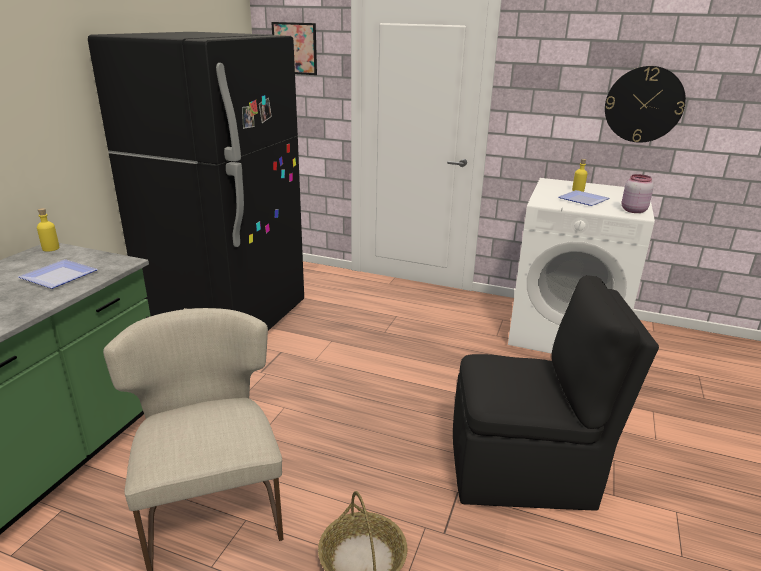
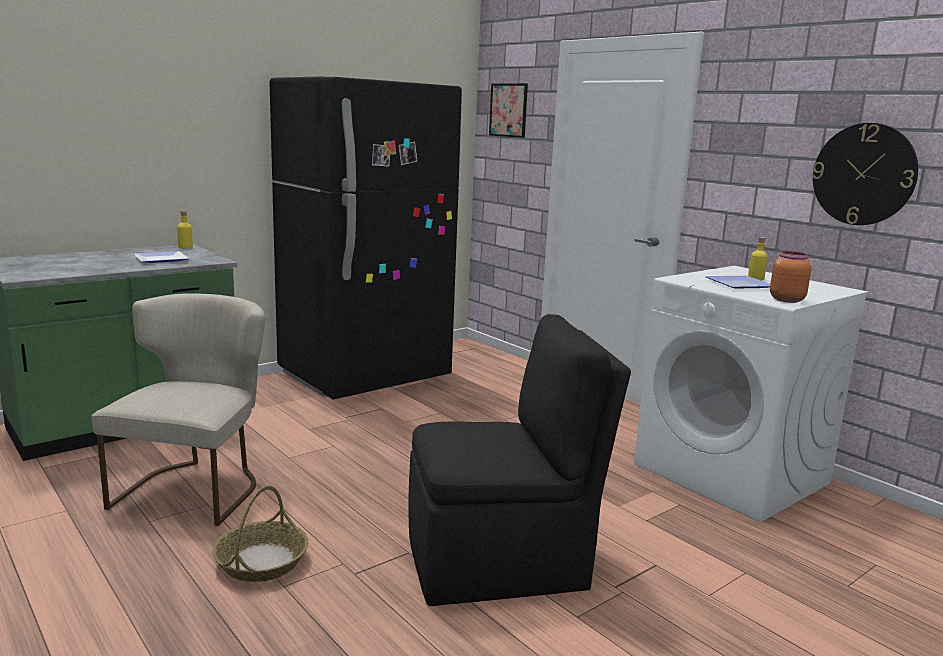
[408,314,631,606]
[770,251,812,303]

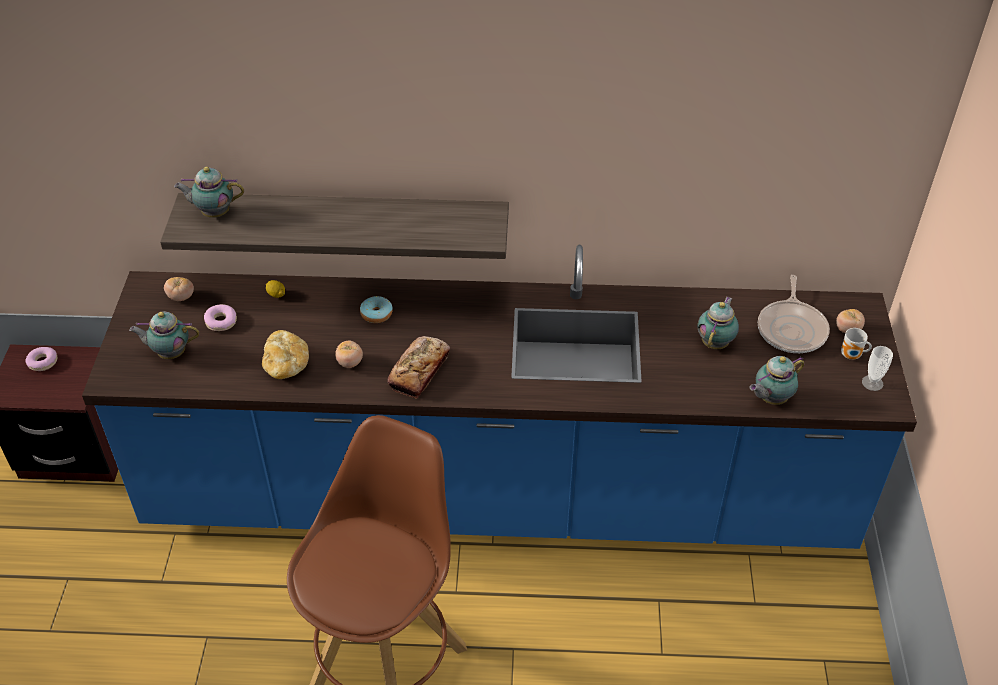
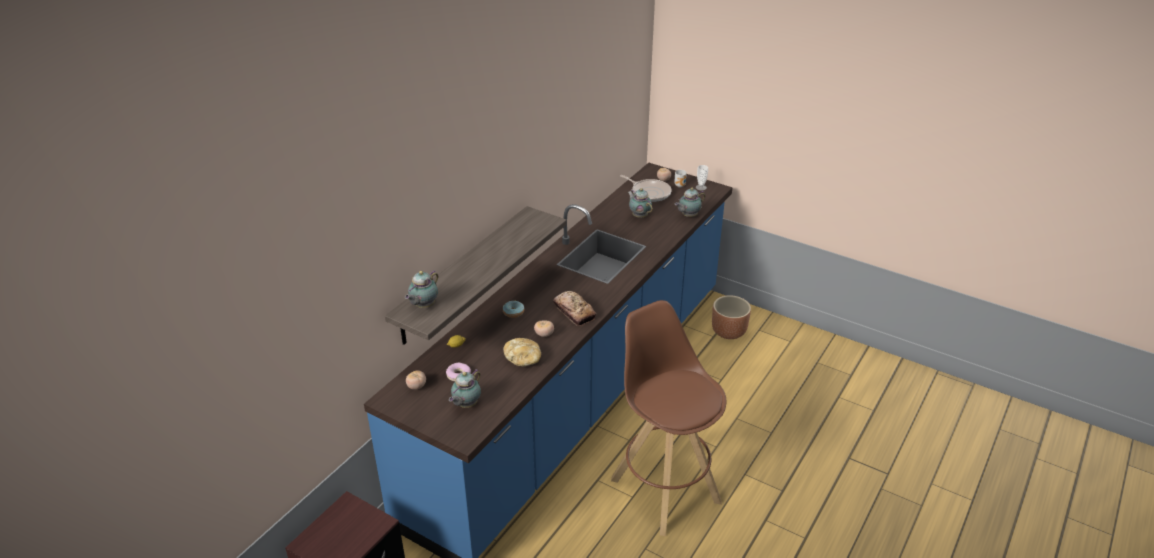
[25,347,57,371] (first image)
[675,188,706,217]
[712,295,751,339]

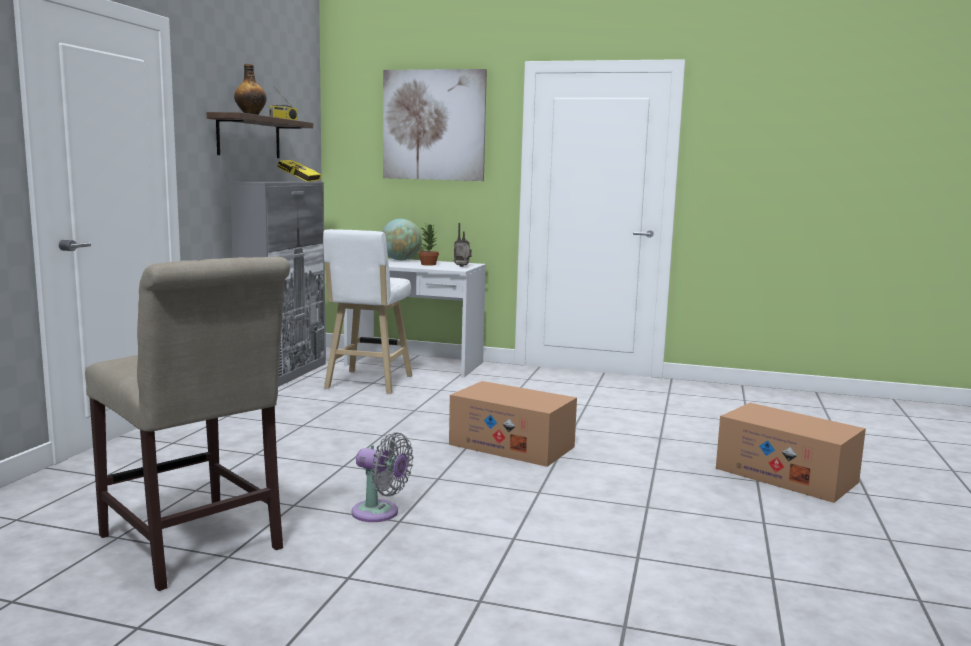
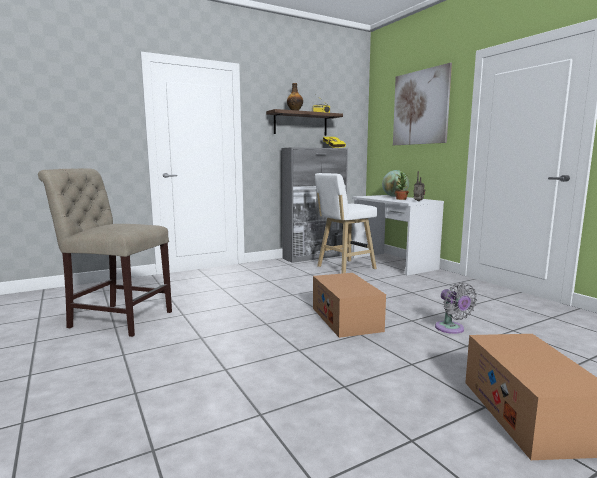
[38,168,172,337]
[435,282,477,334]

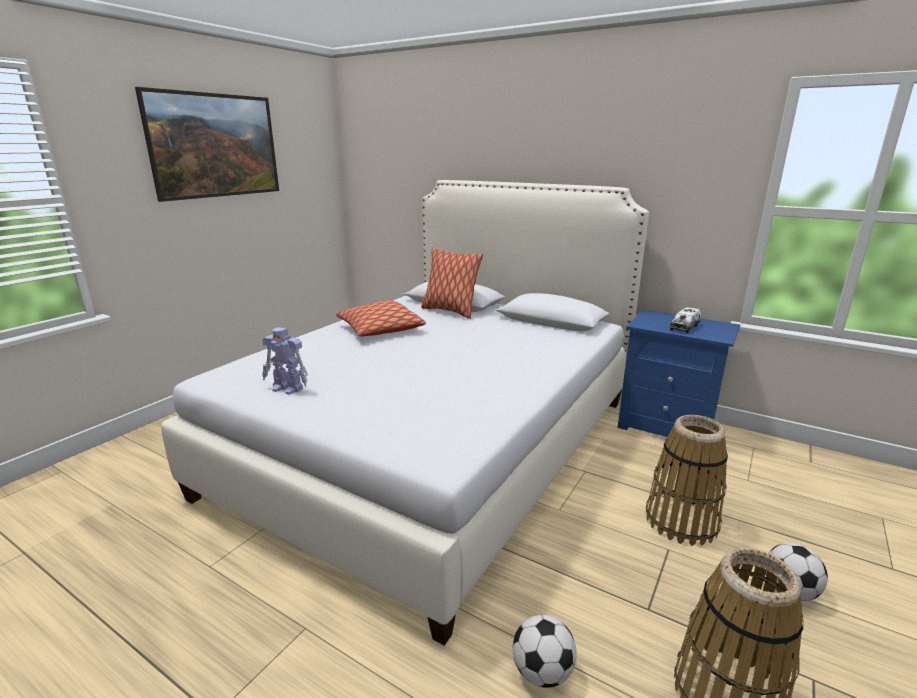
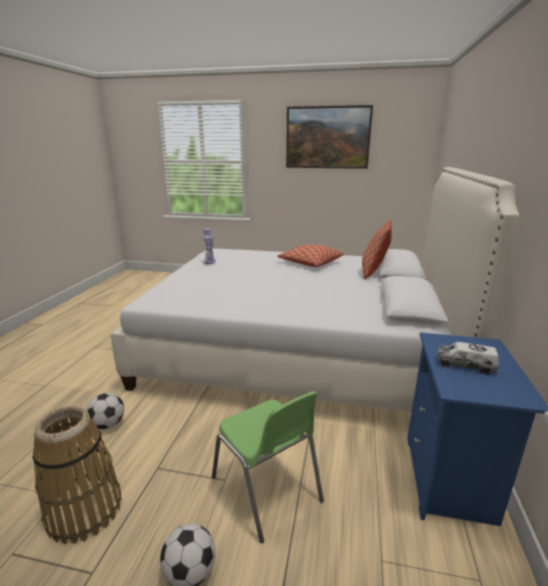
[212,391,324,543]

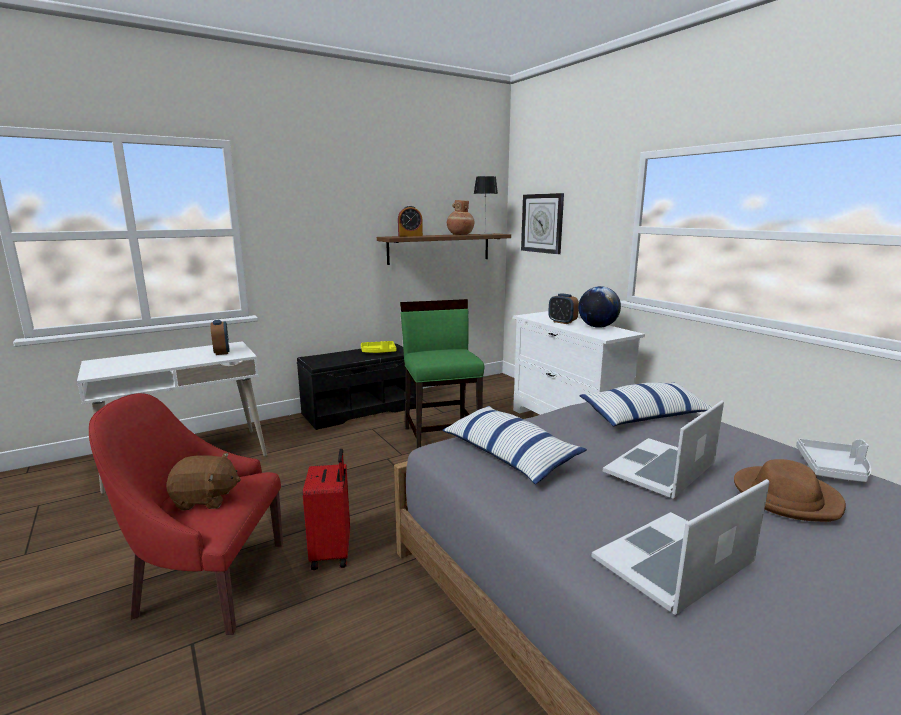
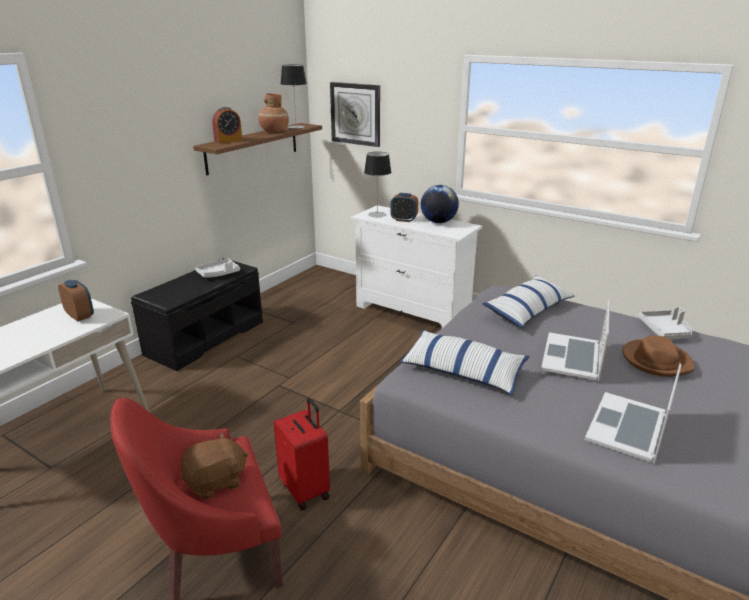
[195,258,240,278]
[400,299,484,448] (first image)
[364,152,391,217]

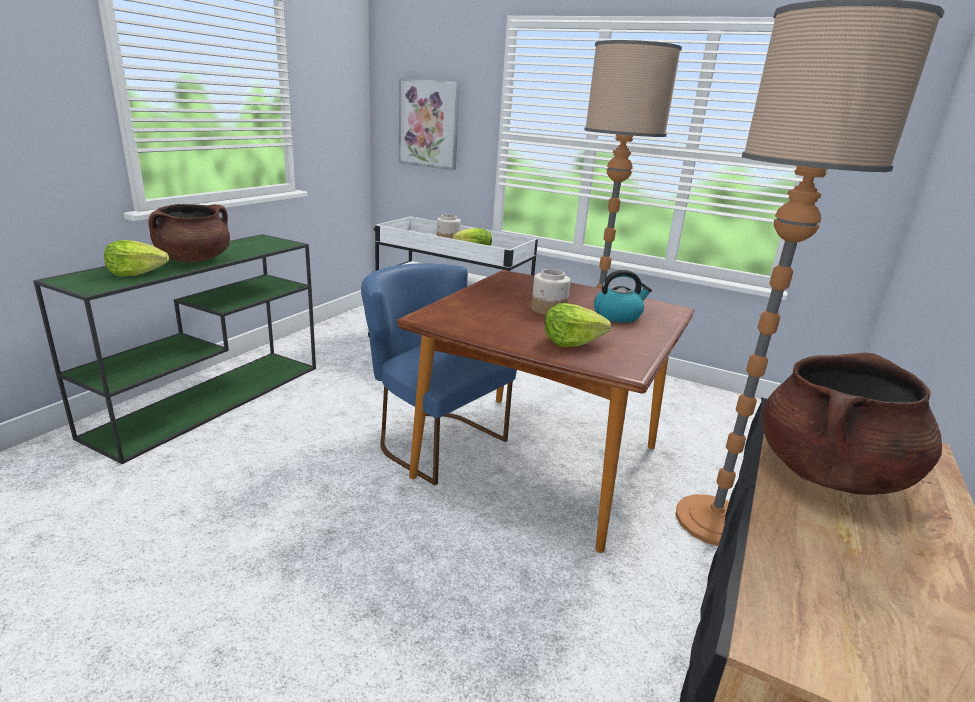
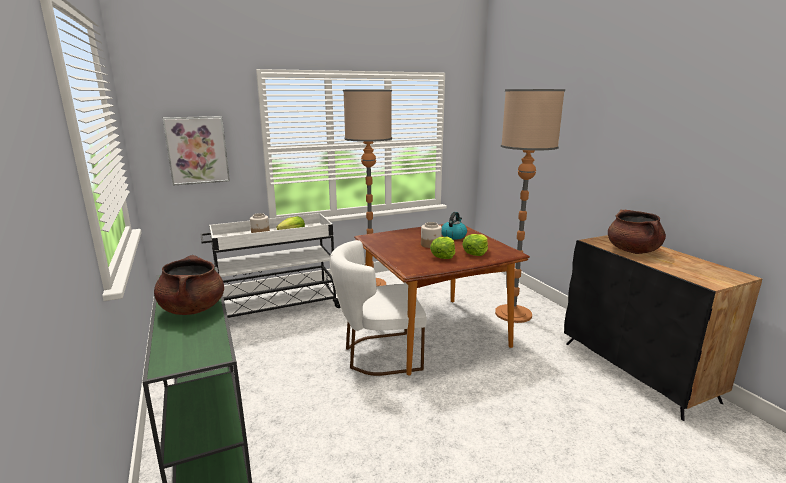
[430,237,456,259]
[330,240,427,376]

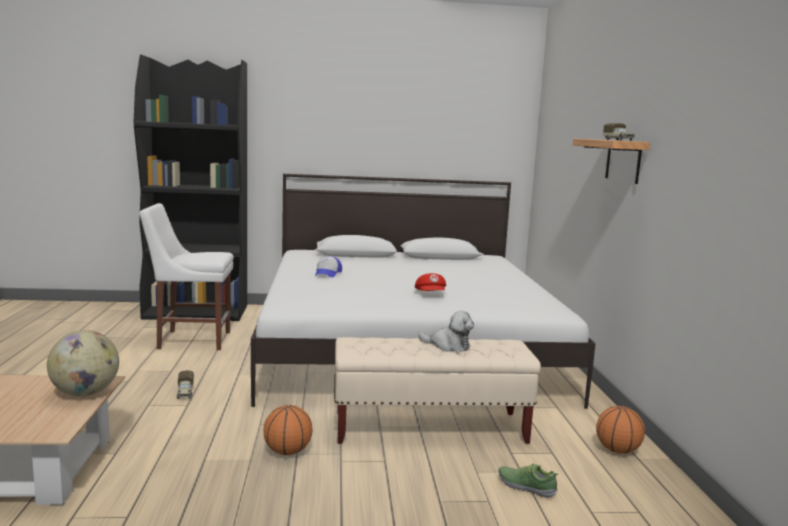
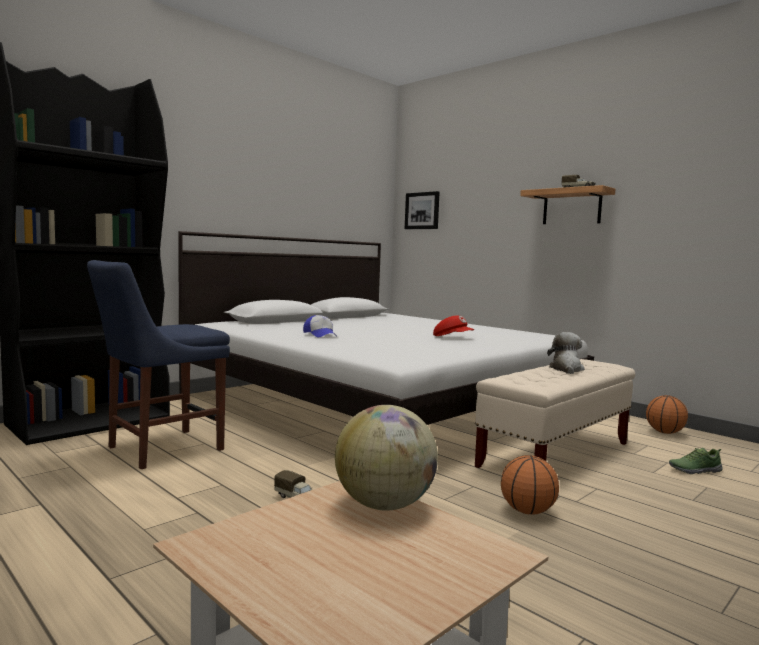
[87,260,230,469]
[547,332,584,374]
[405,191,440,229]

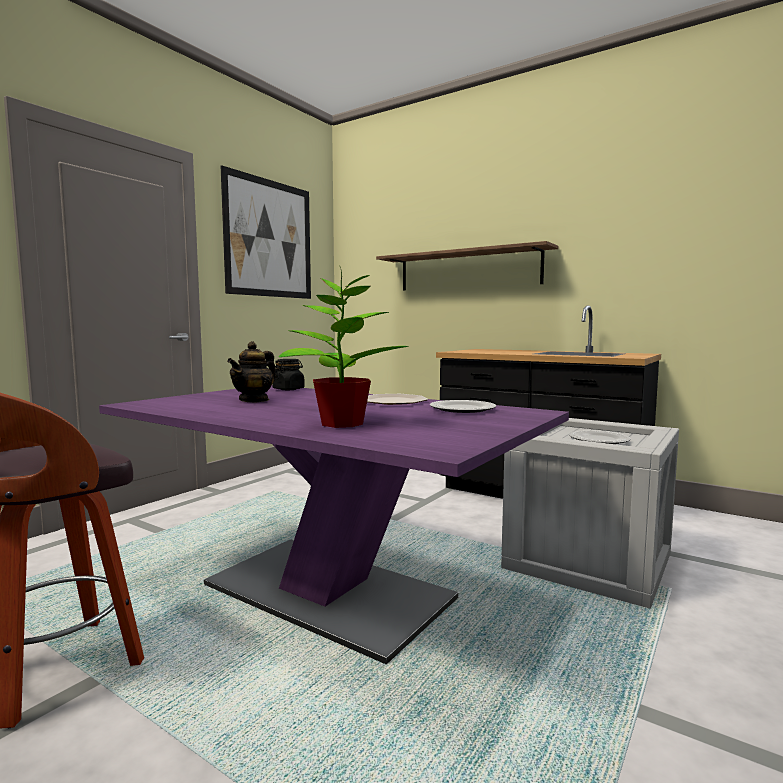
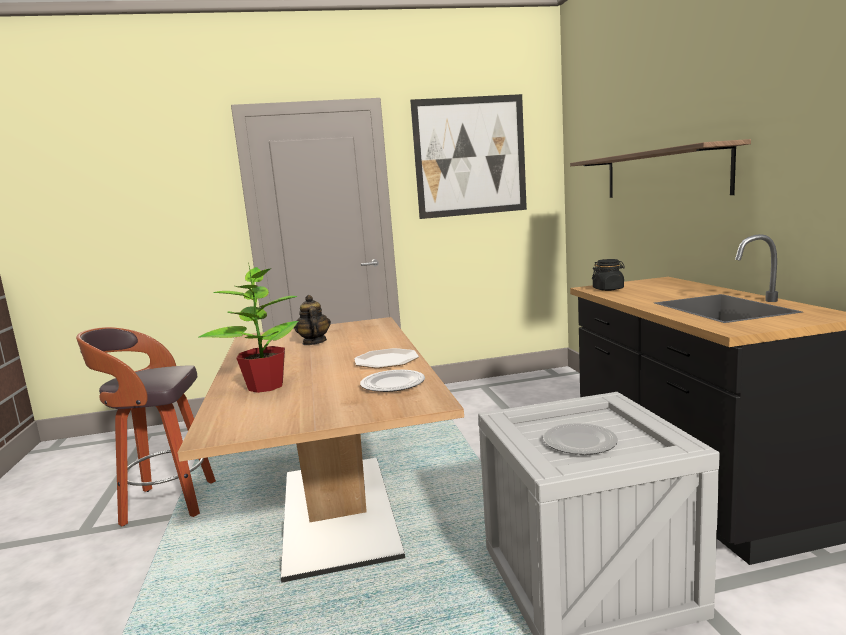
[178,317,464,583]
[294,295,331,345]
[592,259,625,291]

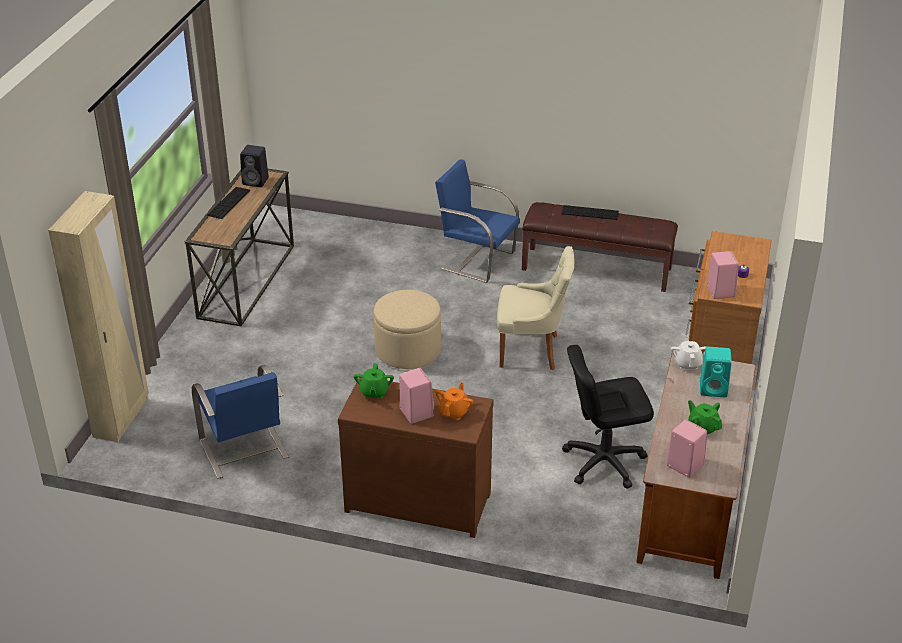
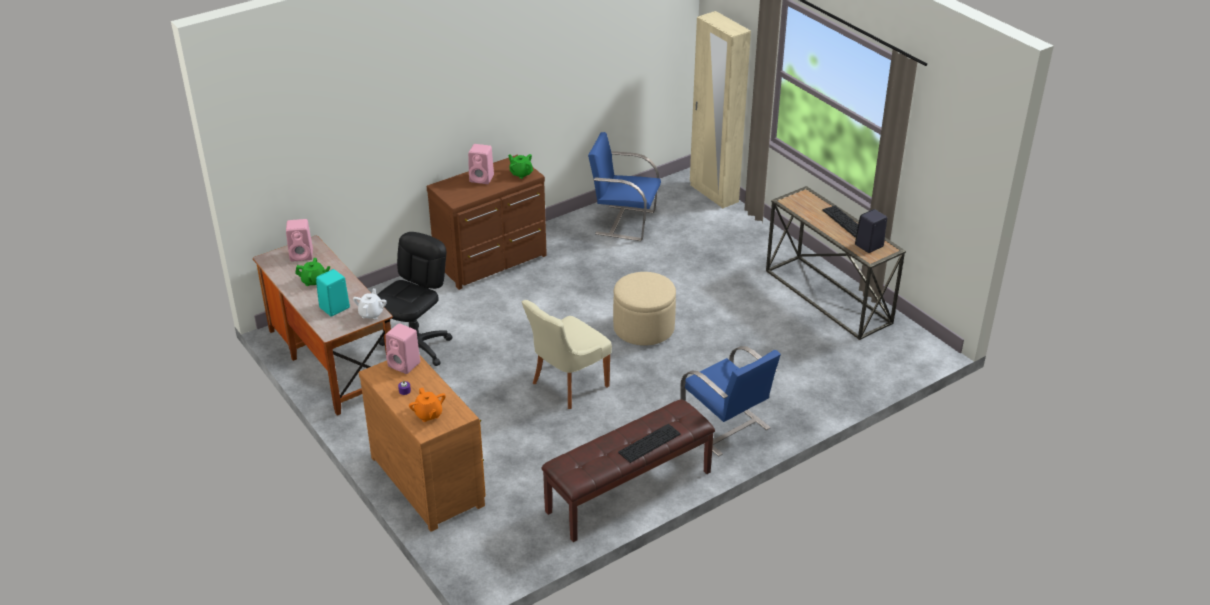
[680,346,781,456]
[409,388,446,422]
[353,288,387,319]

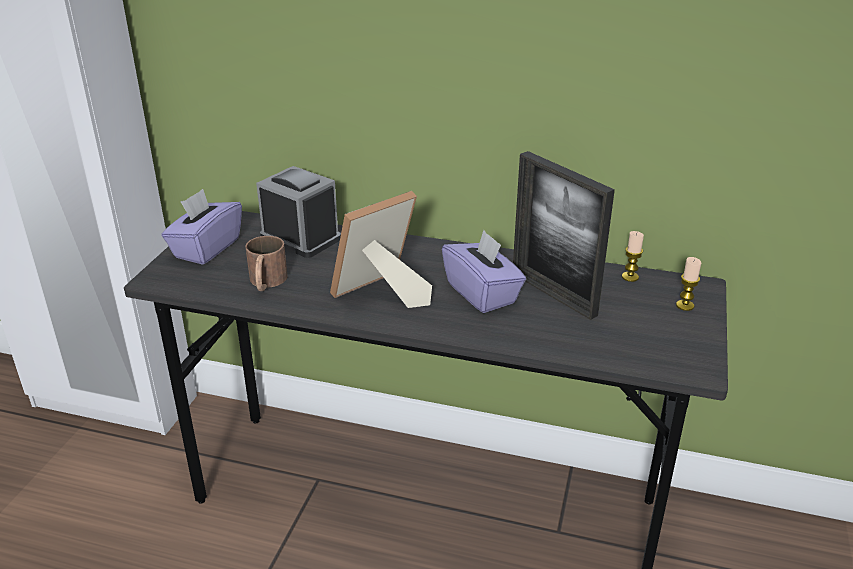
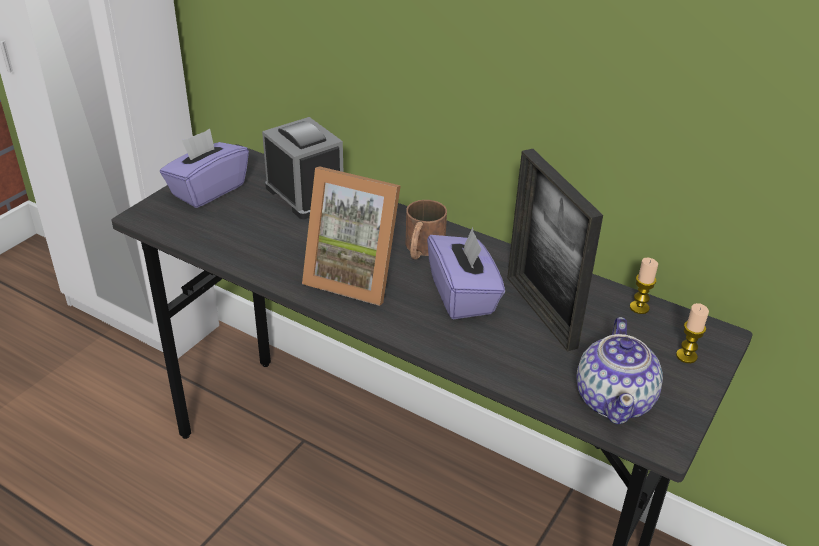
[406,200,447,259]
[302,166,401,306]
[577,317,663,425]

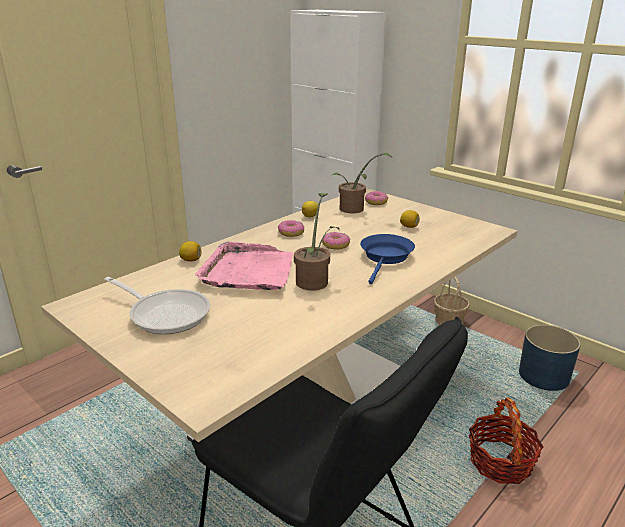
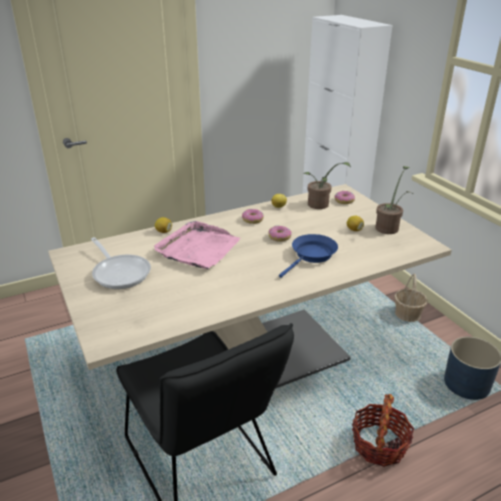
[376,166,413,234]

